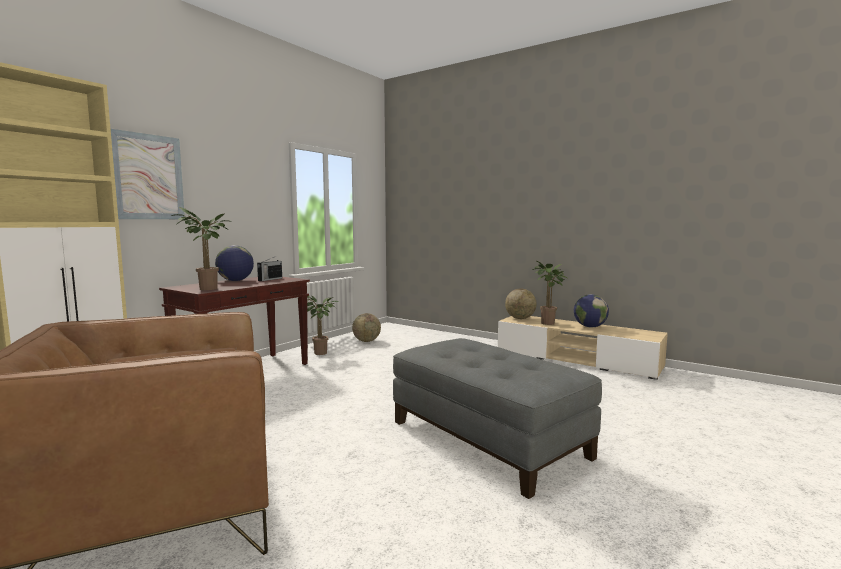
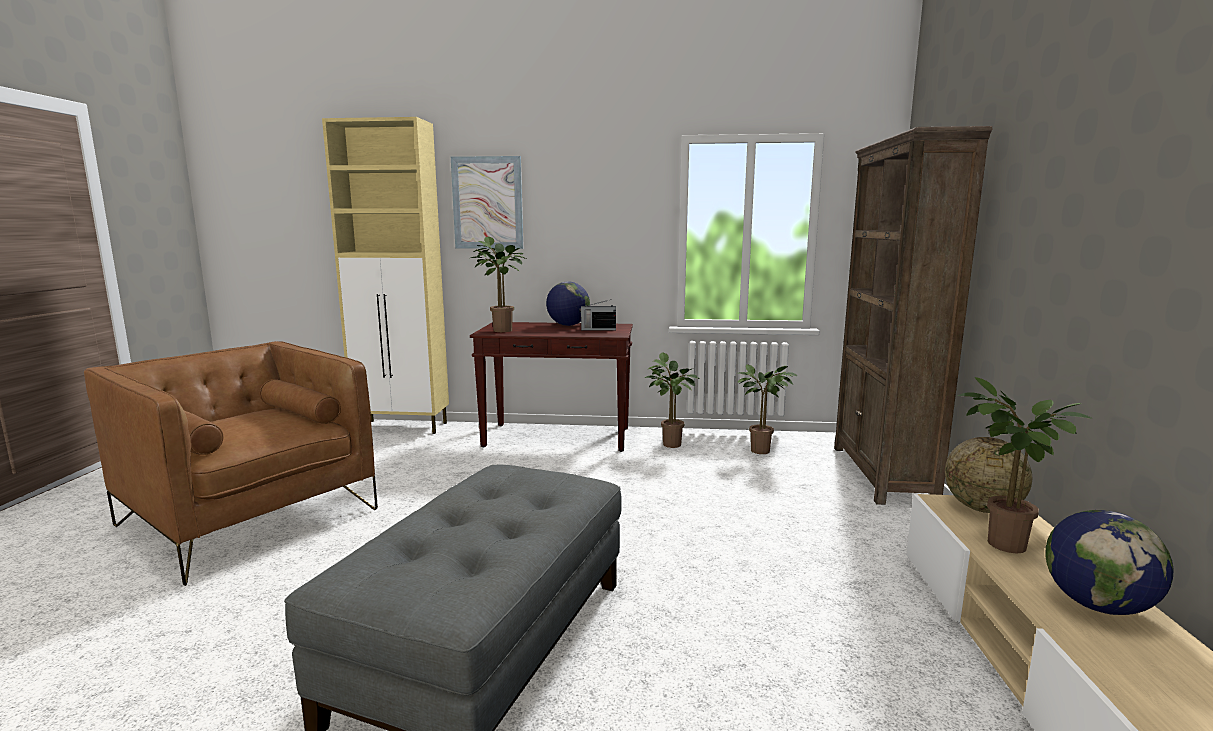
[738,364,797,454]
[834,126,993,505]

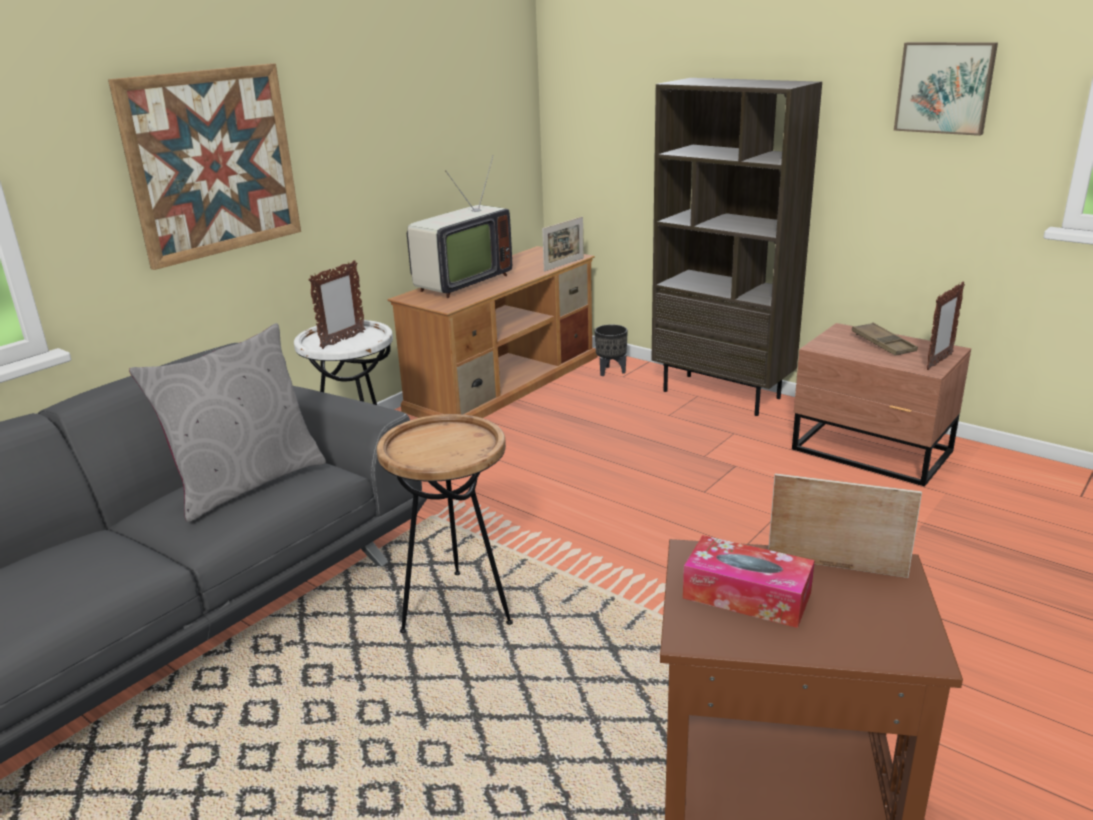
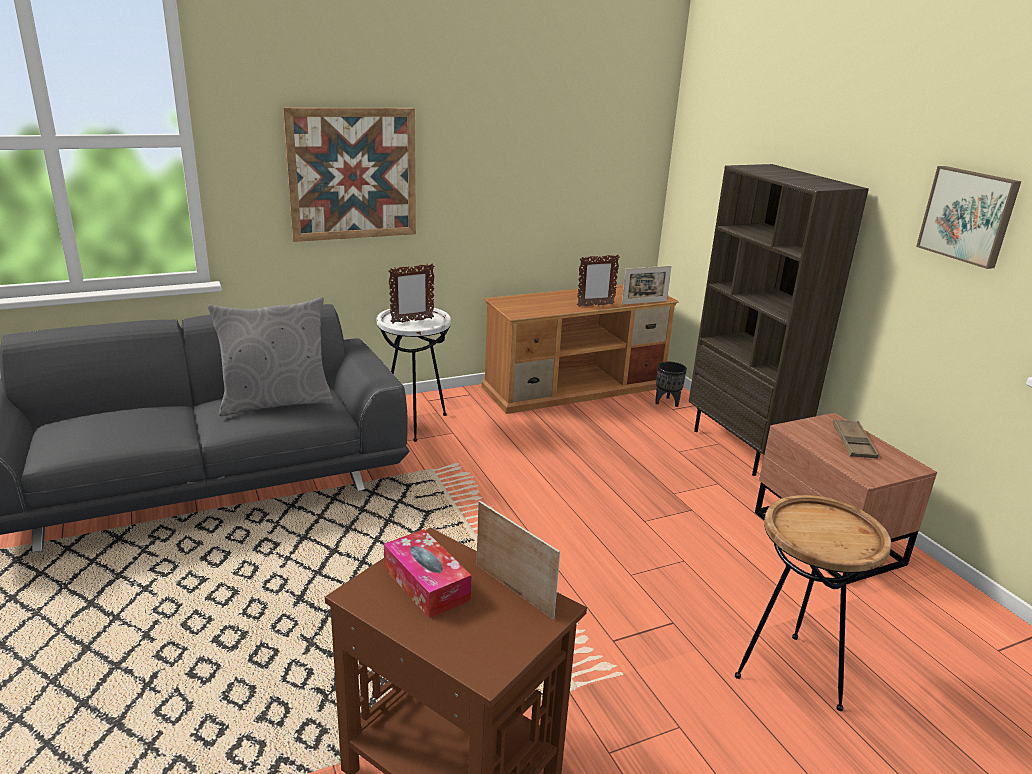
[735,495,891,711]
[407,155,512,298] (first image)
[577,255,619,307]

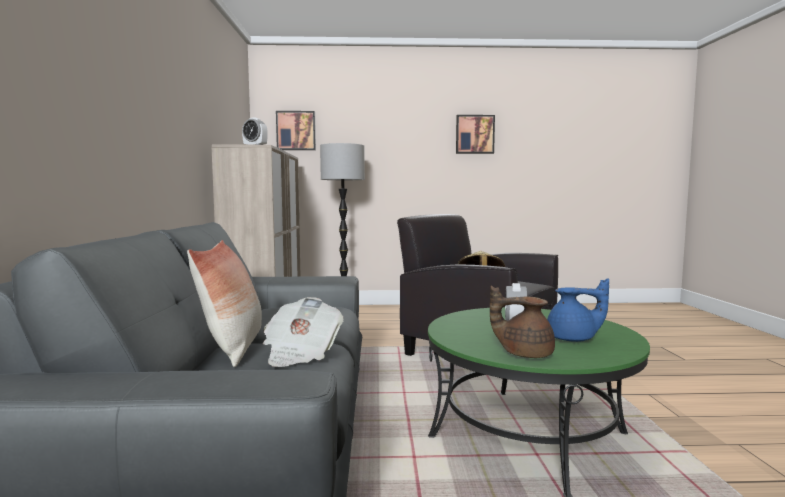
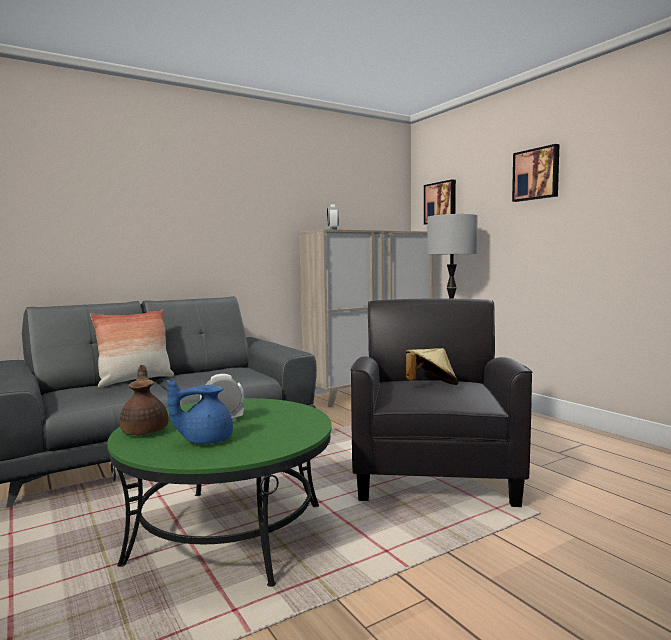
[263,297,343,367] (first image)
[512,144,560,202]
[167,380,233,444]

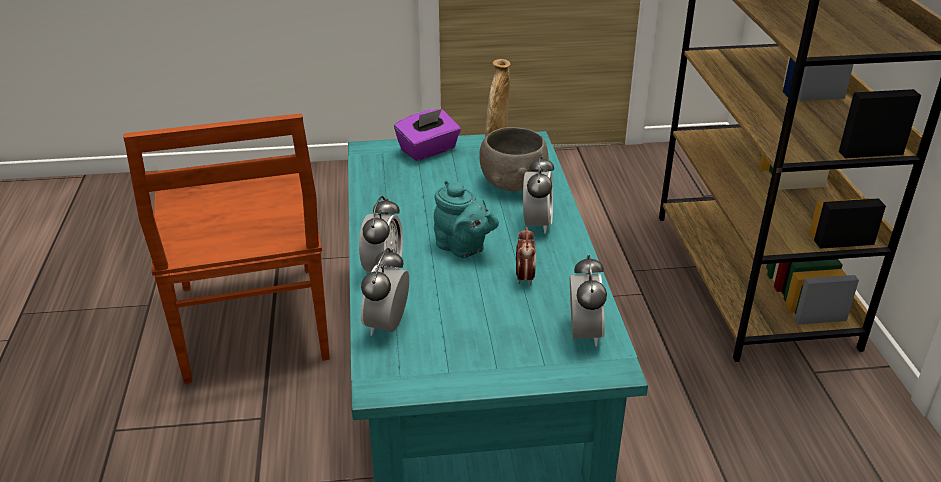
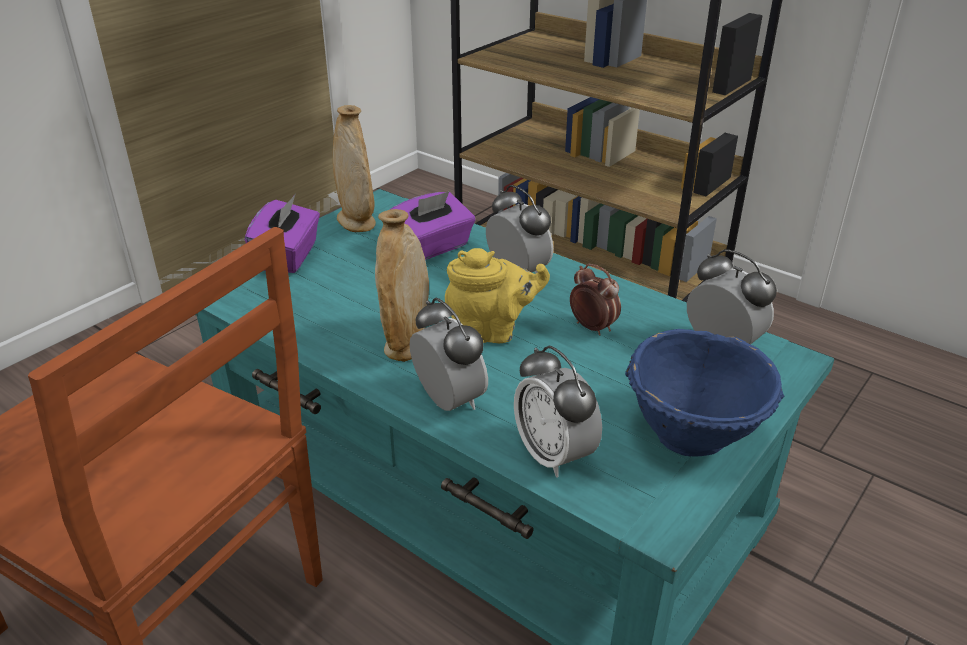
[445,248,550,343]
[390,191,475,260]
[375,209,429,362]
[625,329,785,457]

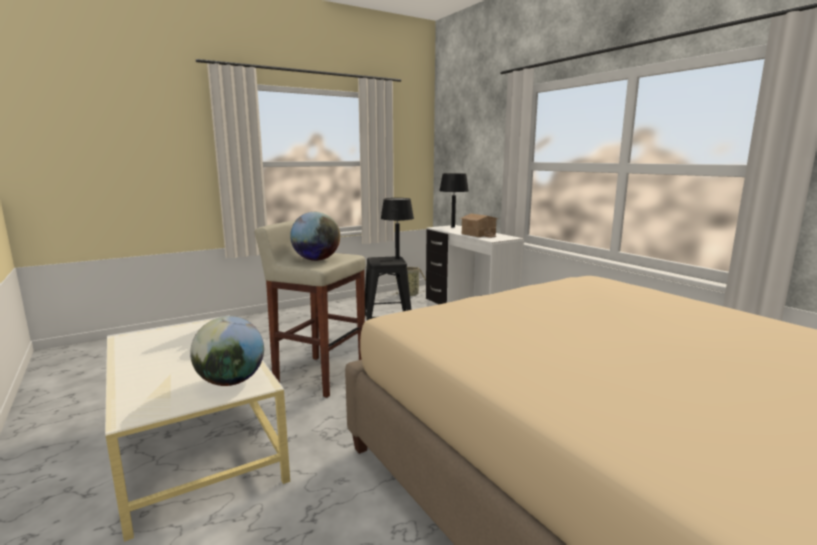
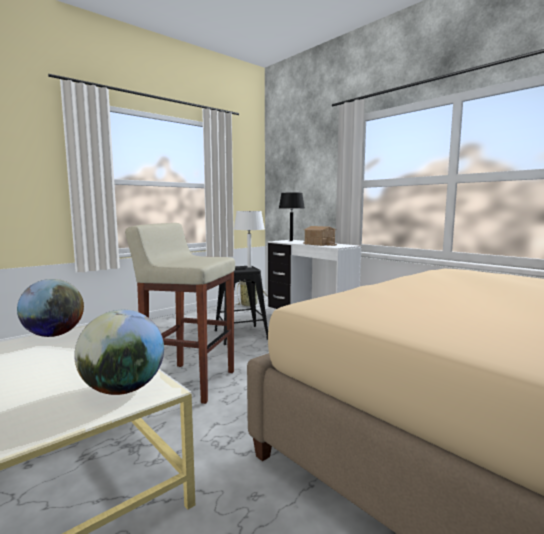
[17,279,84,337]
[234,211,264,268]

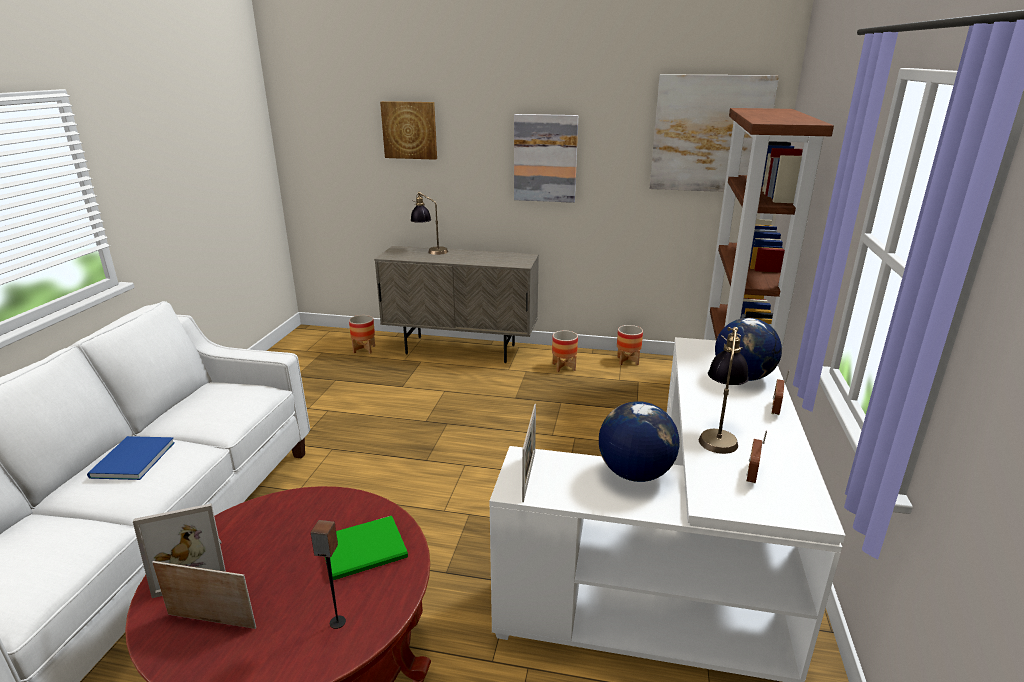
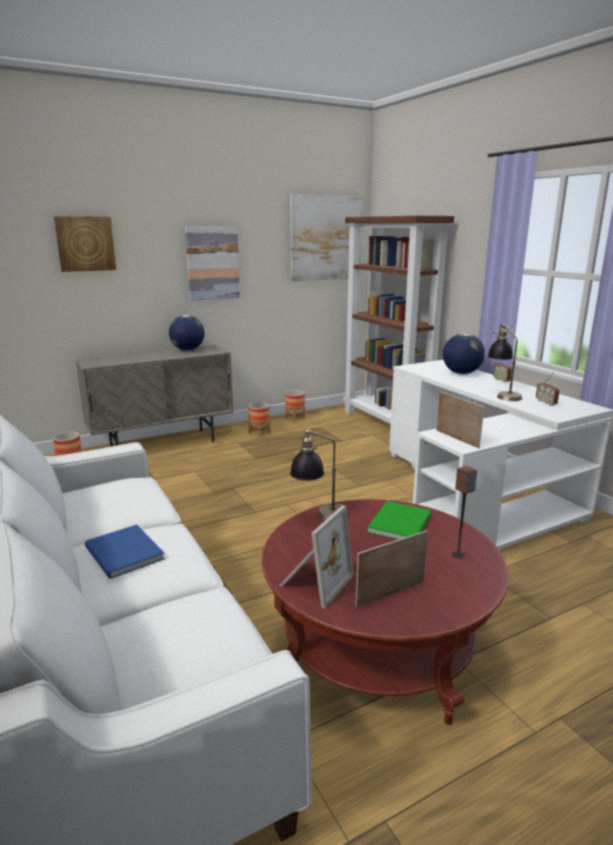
[290,429,349,521]
[169,315,204,351]

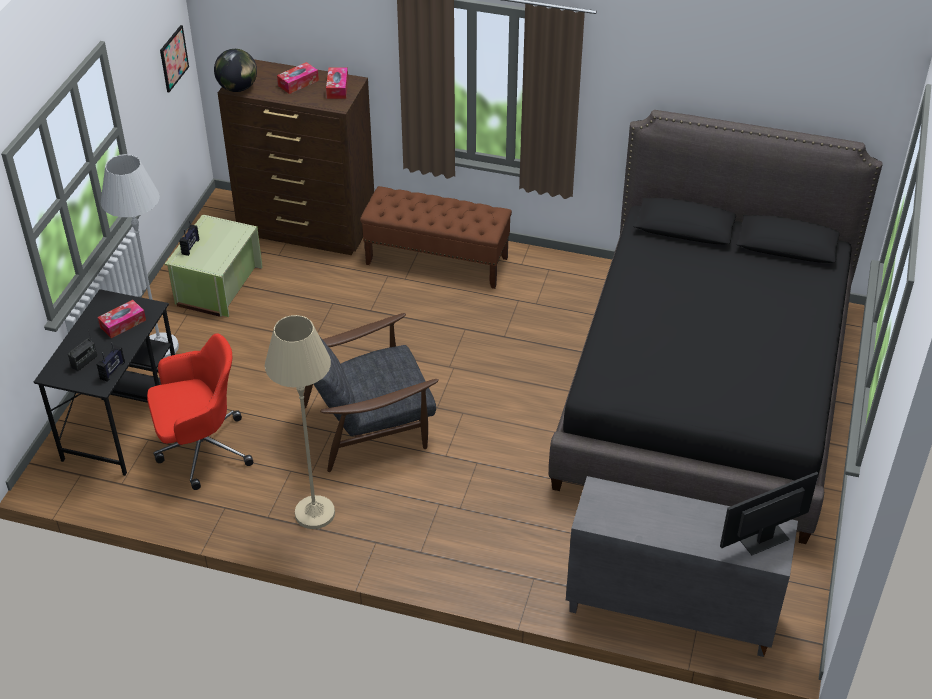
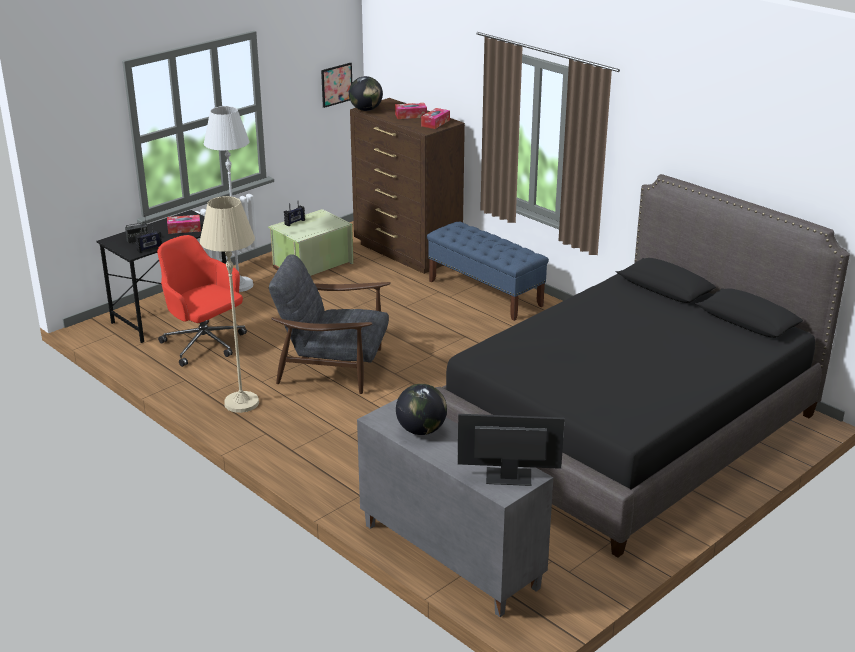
[157,235,247,367]
[427,222,549,321]
[396,384,447,435]

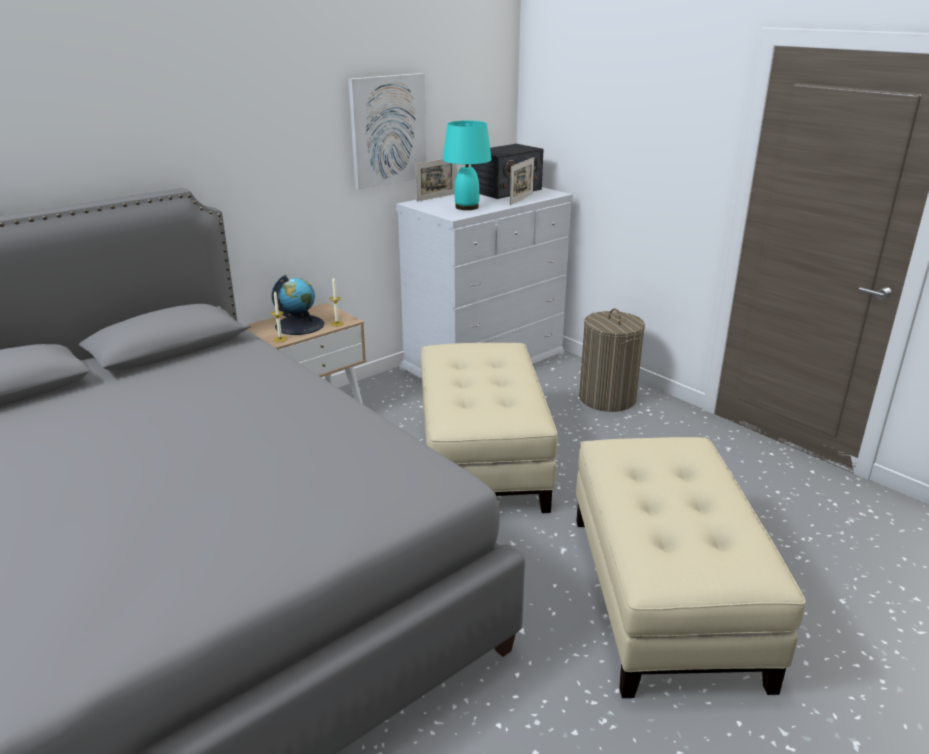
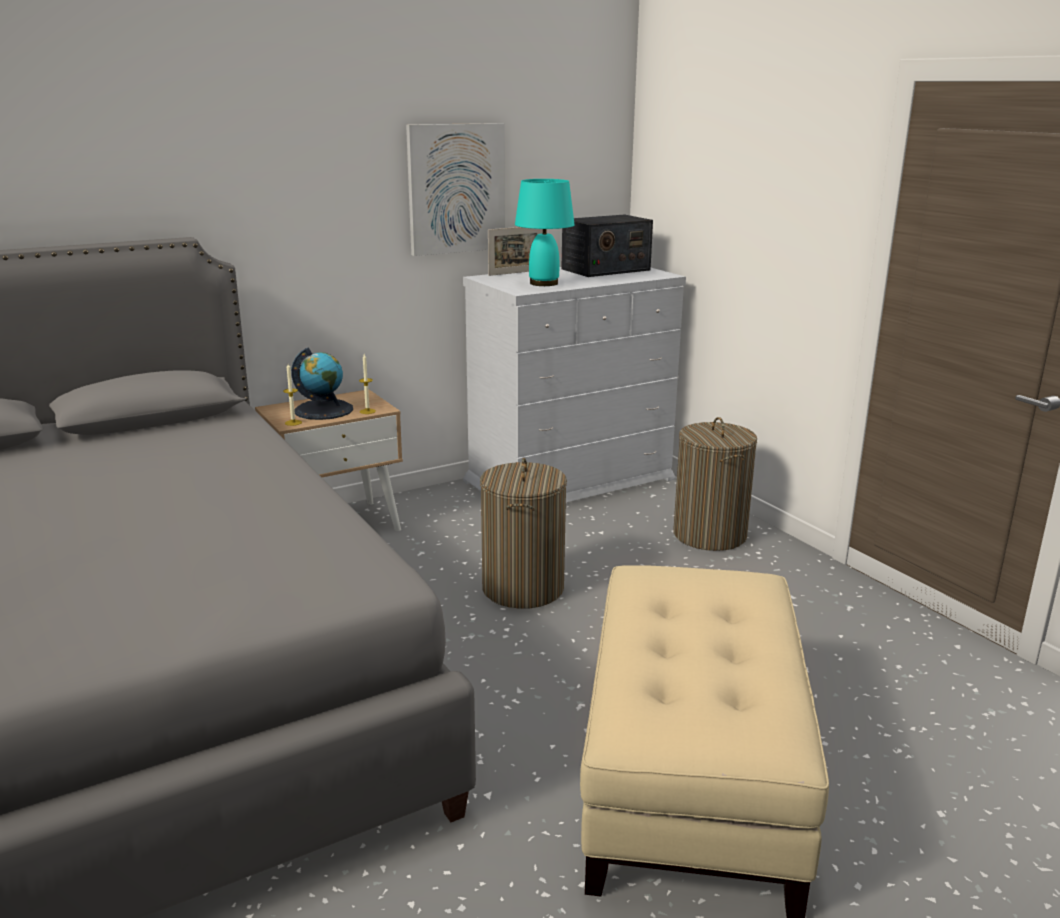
[480,458,567,609]
[510,157,534,205] (first image)

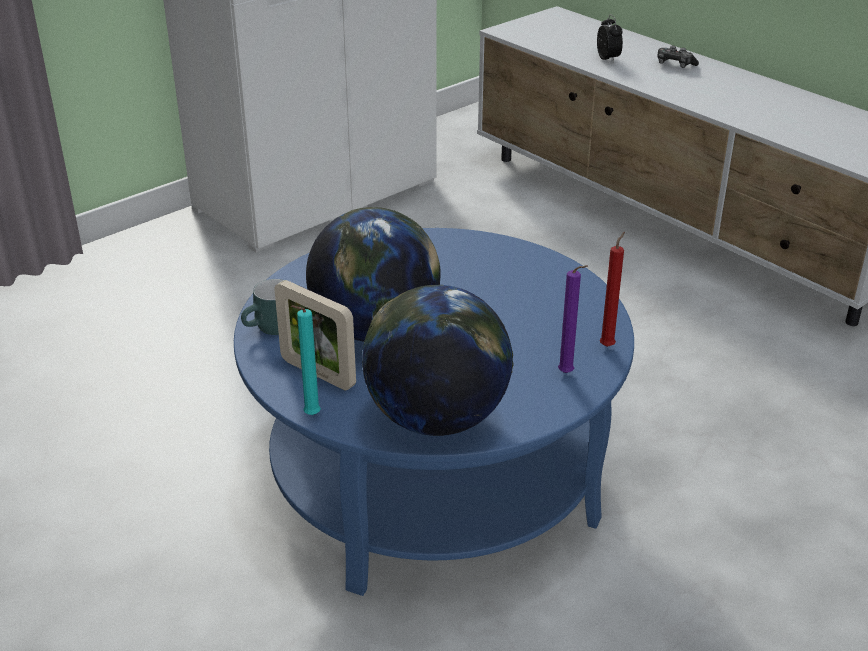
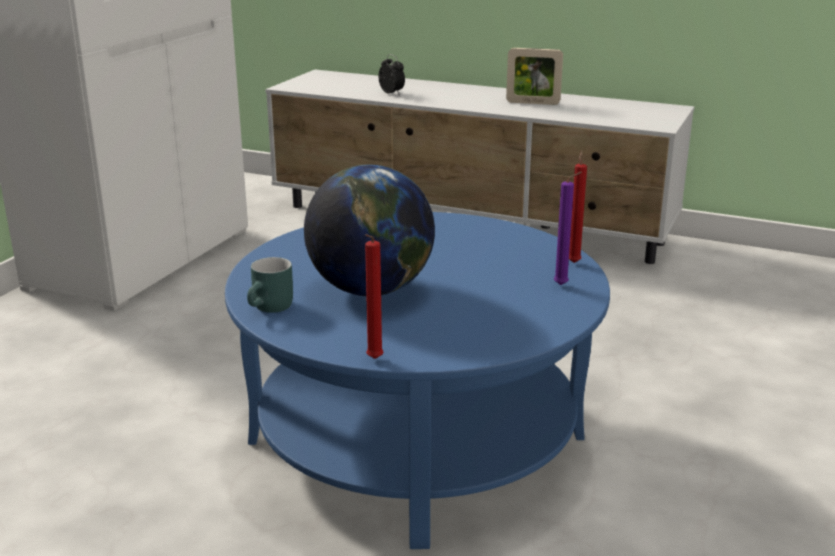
[506,48,563,105]
[365,234,384,359]
[362,285,513,436] (first image)
[658,46,699,68] (first image)

